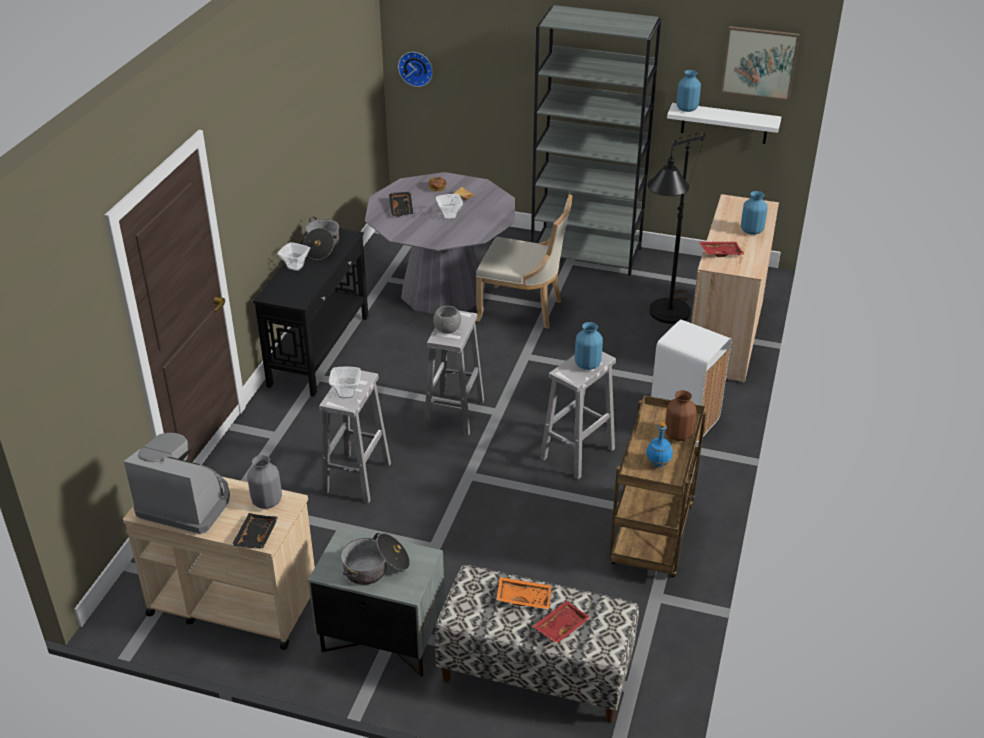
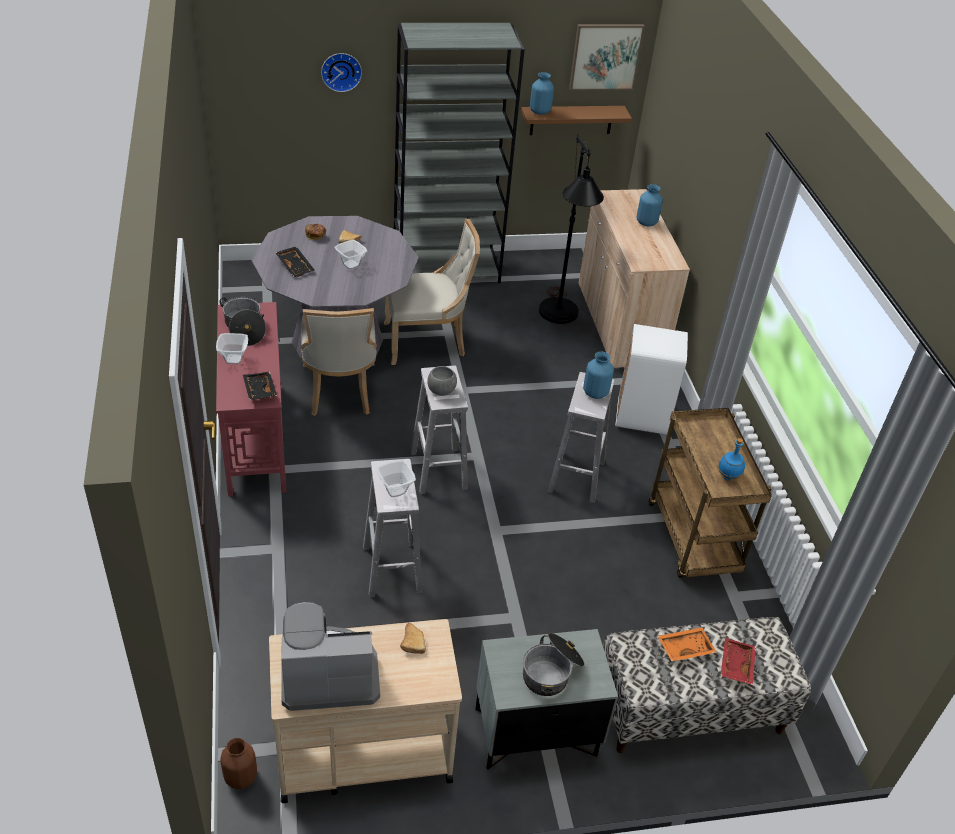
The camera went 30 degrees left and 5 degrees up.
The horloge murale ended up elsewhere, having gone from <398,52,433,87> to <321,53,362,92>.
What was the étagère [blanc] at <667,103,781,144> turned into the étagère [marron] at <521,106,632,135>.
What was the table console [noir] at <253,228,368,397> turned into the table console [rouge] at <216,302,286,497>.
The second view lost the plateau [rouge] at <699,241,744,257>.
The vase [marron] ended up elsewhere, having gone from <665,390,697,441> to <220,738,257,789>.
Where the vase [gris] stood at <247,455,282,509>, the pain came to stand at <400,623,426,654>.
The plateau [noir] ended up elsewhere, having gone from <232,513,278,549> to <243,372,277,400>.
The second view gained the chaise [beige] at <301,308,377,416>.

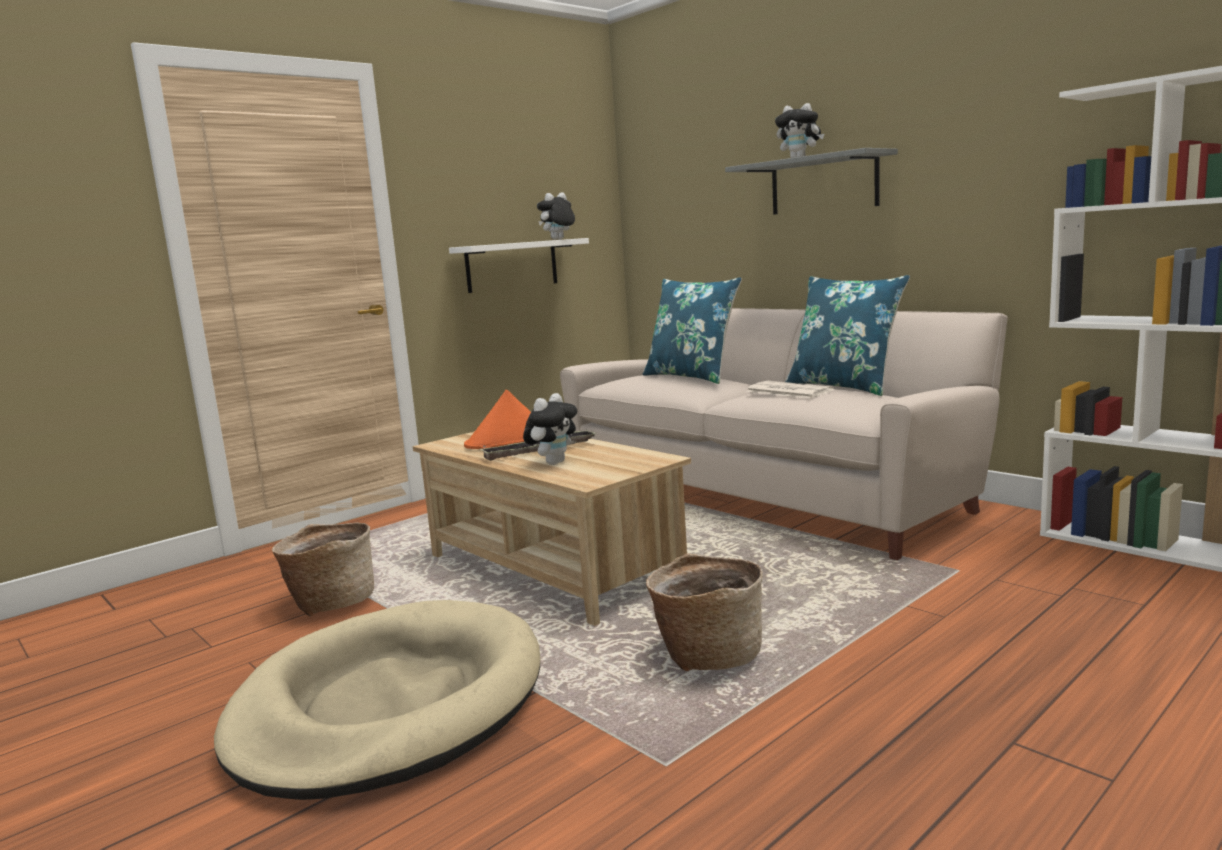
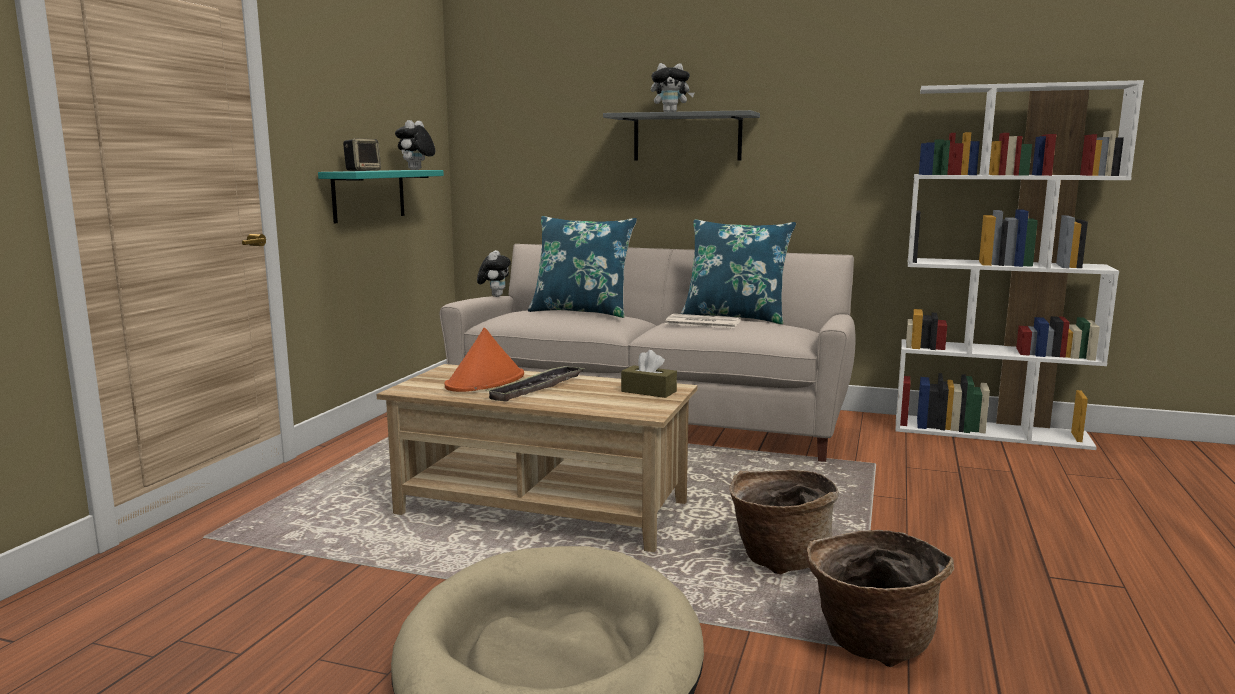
The camera went 30 degrees left and 0 degrees up.
What was the étagère [blanc] at <449,238,589,293> turned into the étagère [turquoise] at <318,170,444,224>.
The peluche ended up elsewhere, having gone from <523,393,577,465> to <477,250,511,297>.
The panier ended up elsewhere, having gone from <272,522,374,617> to <806,530,954,667>.
The second view gained the enceinte at <343,138,381,171>.
The second view gained the boîte à mouchoirs [marron] at <621,350,677,398>.

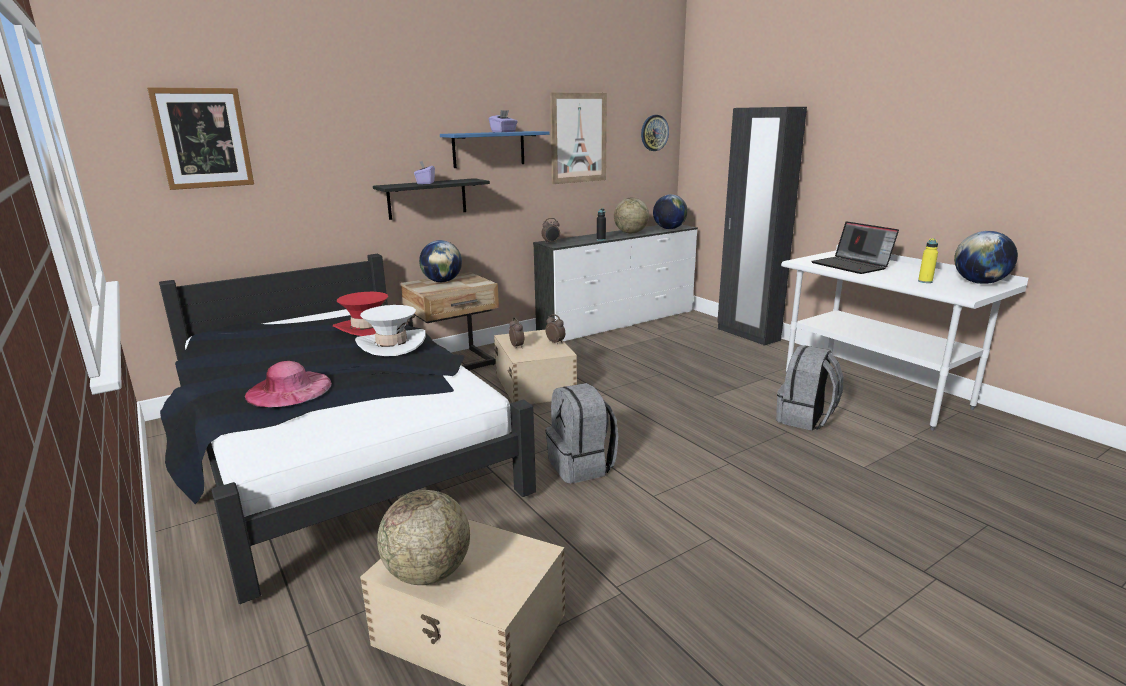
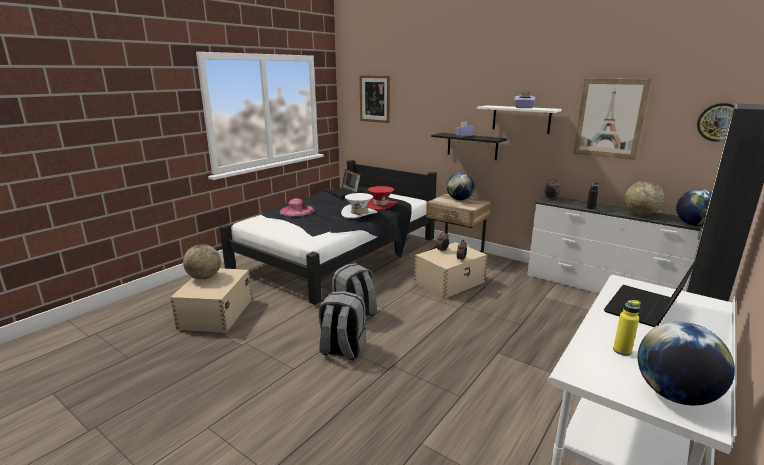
The camera went 70 degrees right and 0 degrees up.
What was the étagère [bleu] at <440,131,550,168> turned into the étagère [blanc] at <477,105,562,134>.
The sac à dos [gris] ended up elsewhere, having gone from <776,345,844,431> to <319,291,366,360>.
The second view gained the ordinateur portable at <325,169,361,198>.

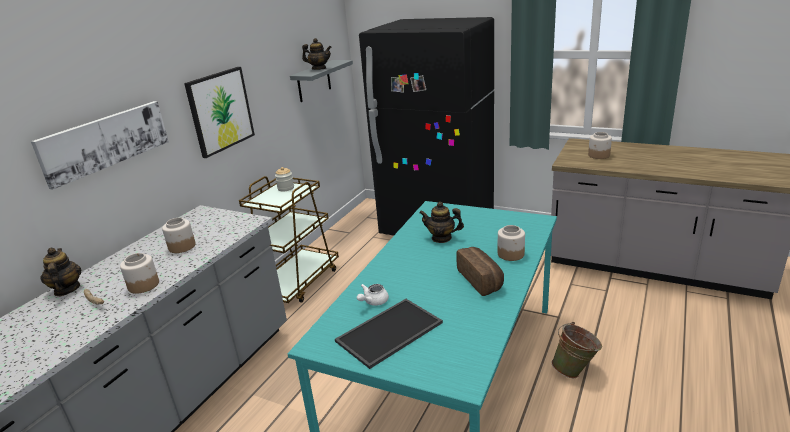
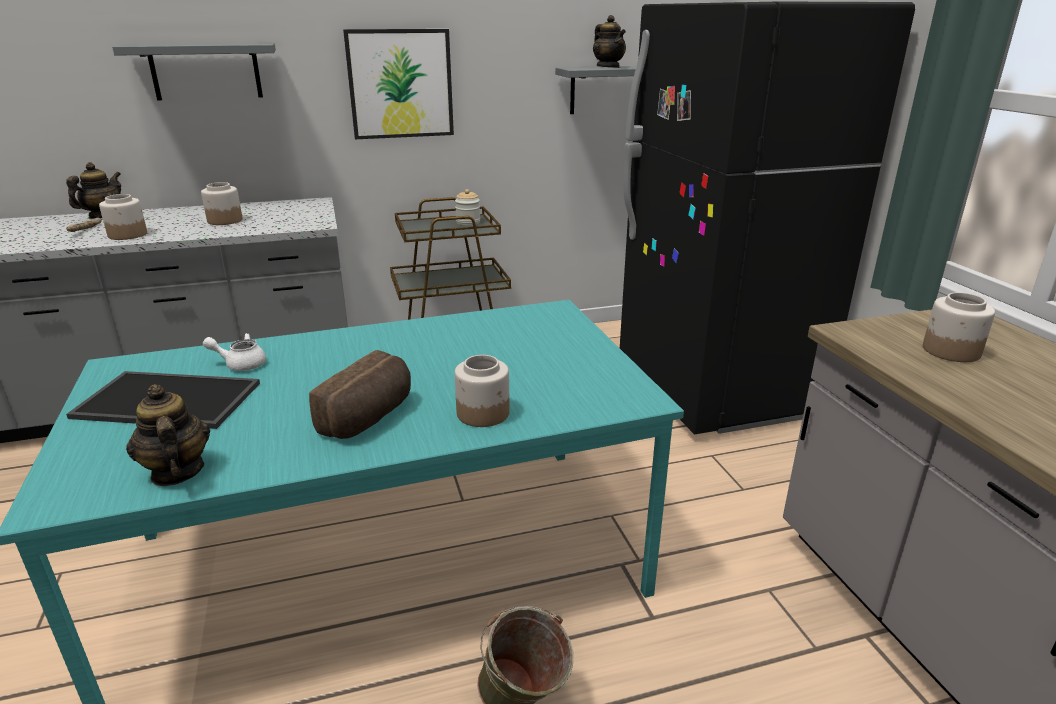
The camera went 45 degrees right and 0 degrees up.
Where the tableau hung at <31,101,169,190>, the étagère [gris] came to hang at <112,43,276,100>.
The théière ended up elsewhere, having gone from <419,202,464,243> to <126,384,210,486>.

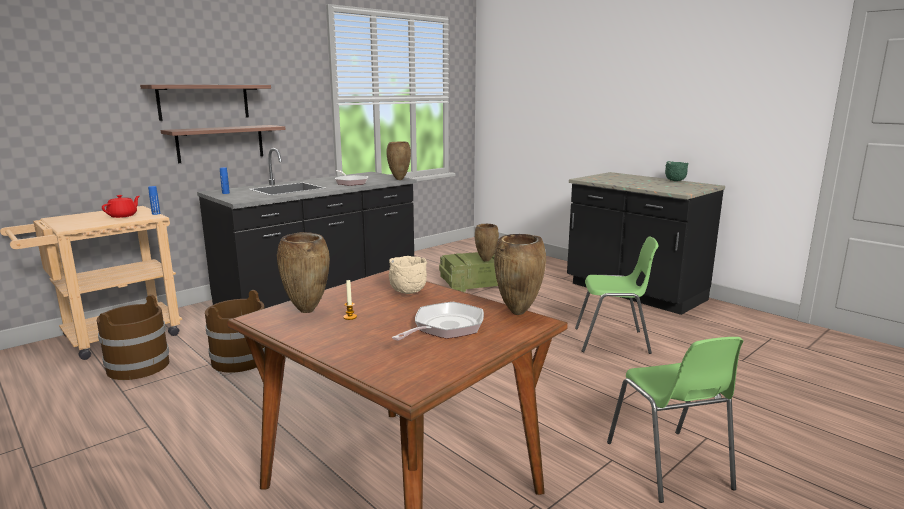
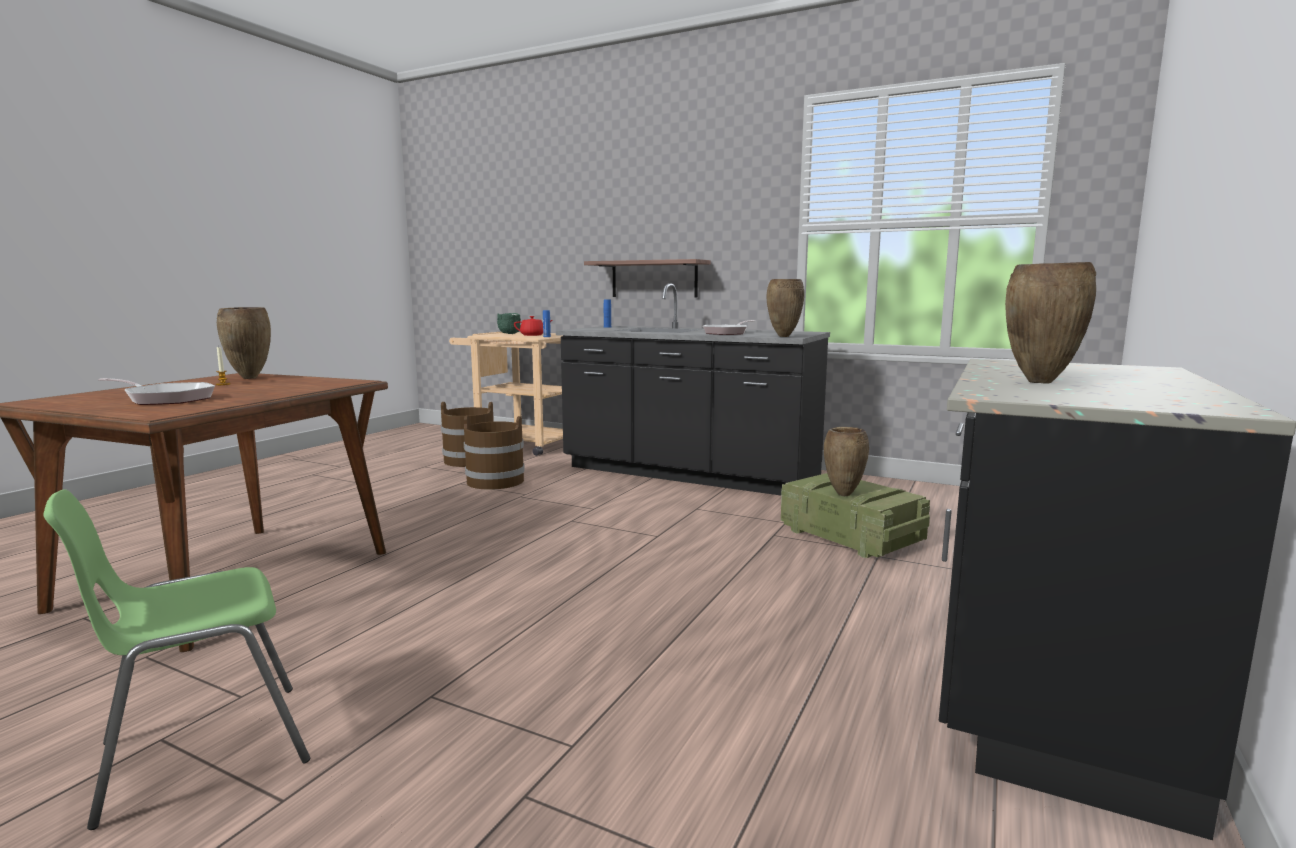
The camera went 70 degrees right and 5 degrees down.
The second view lost the étagère at <140,85,271,121>.
The bol [vert] ended up elsewhere, having gone from <665,161,688,181> to <497,313,521,334>.
The vase [marron] ended up elsewhere, having gone from <494,234,546,315> to <1005,262,1096,384>.
The second view lost the chaise [vert] at <575,236,659,354>.
The second view lost the bol [beige] at <389,256,427,294>.

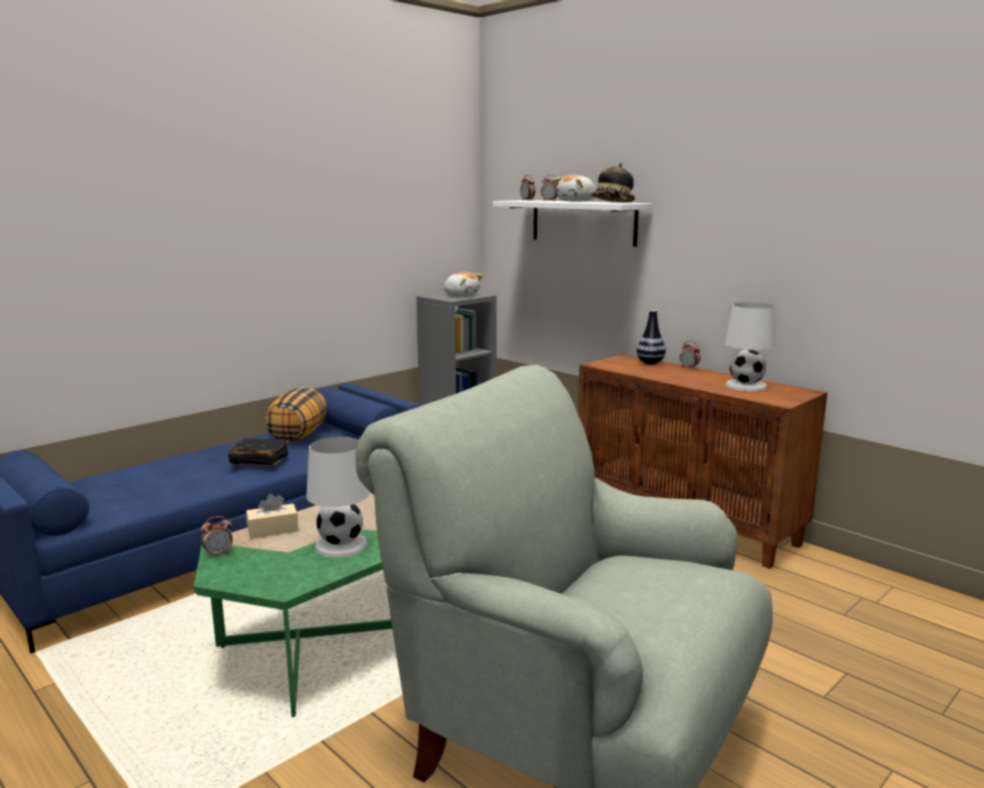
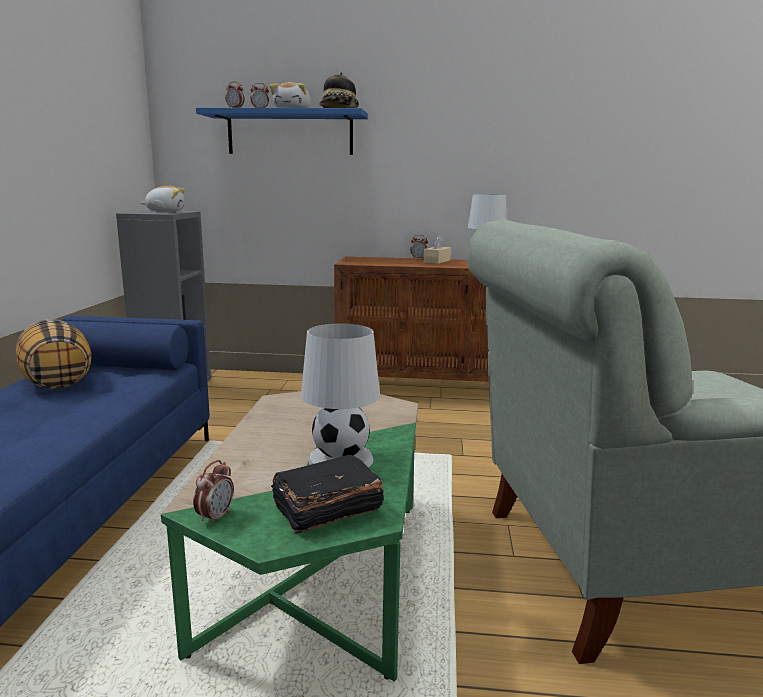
The camera went 40 degrees left and 0 degrees up.
What was the étagère [blanc] at <493,200,652,247> turned into the étagère [bleu] at <196,108,368,155>.
The second view lost the vase at <636,310,666,365>.
The livre [noir] ended up elsewhere, having gone from <228,438,289,467> to <271,455,384,534>.
The boîte à mouchoirs [beige] ended up elsewhere, having gone from <246,493,298,539> to <424,235,451,264>.

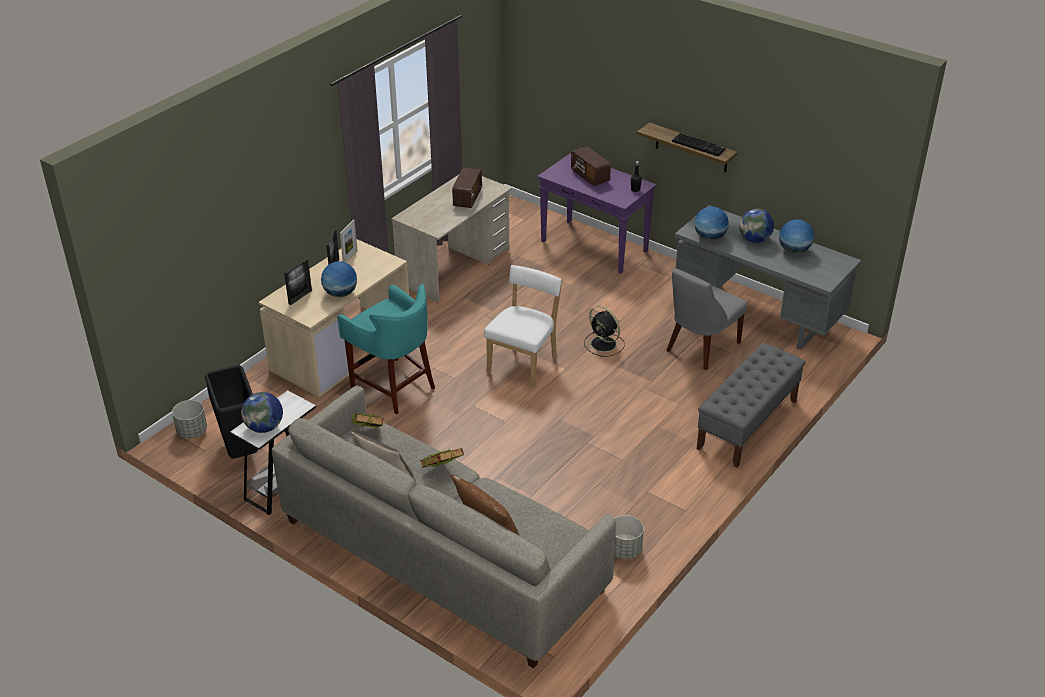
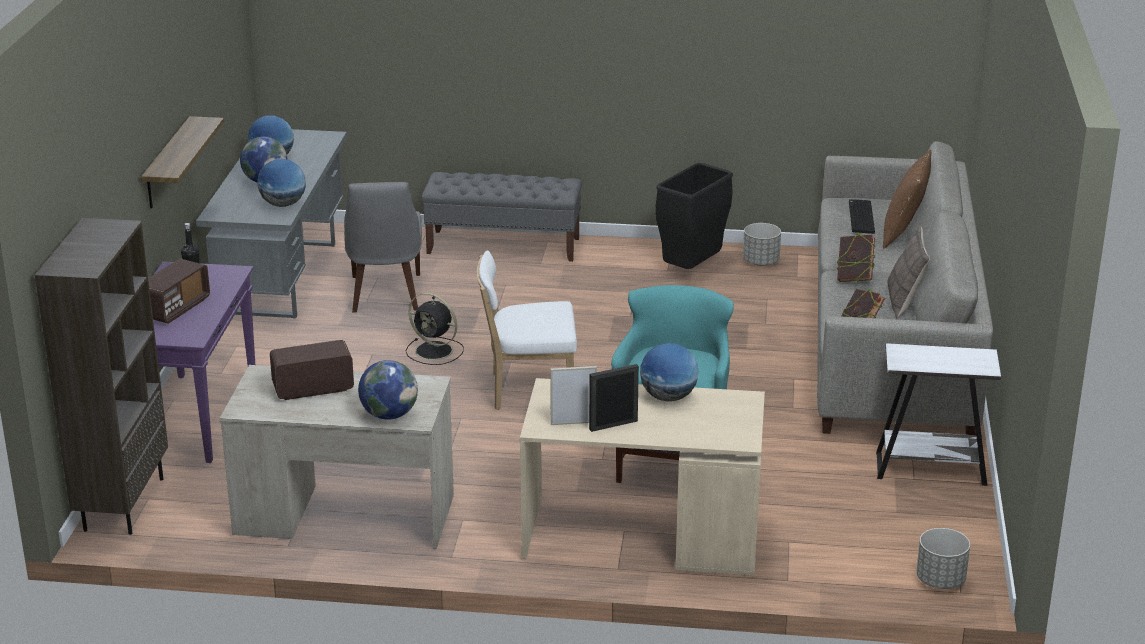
The camera went 120 degrees left and 10 degrees down.
The clavier ended up elsewhere, having gone from <672,133,726,156> to <849,199,875,234>.
The second view lost the cadre photo at <284,258,312,305>.
The chaise [gris] at <666,268,747,370> ended up facing another way, 75 degrees clockwise from before.
The ventilateur [noir] at <584,306,625,357> ended up facing another way, 105 degrees clockwise from before.
The poubelle [noir] ended up elsewhere, having gone from <205,365,258,459> to <656,163,733,269>.
The globe ended up elsewhere, having gone from <241,392,283,433> to <358,360,418,420>.
The second view gained the bibliothèque [marron] at <35,218,168,535>.

